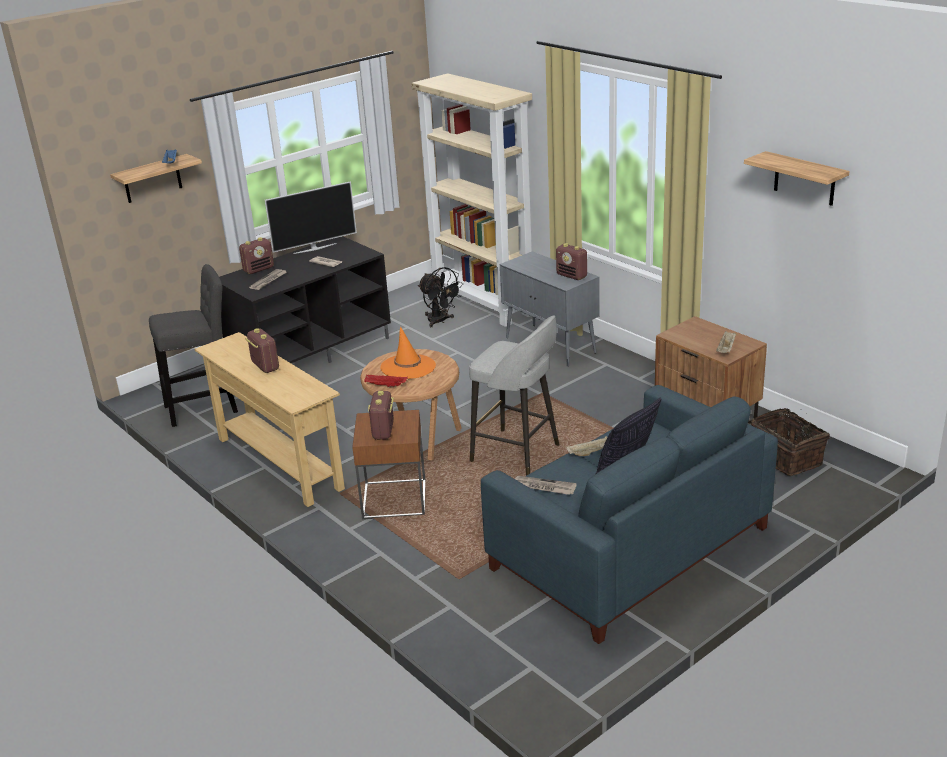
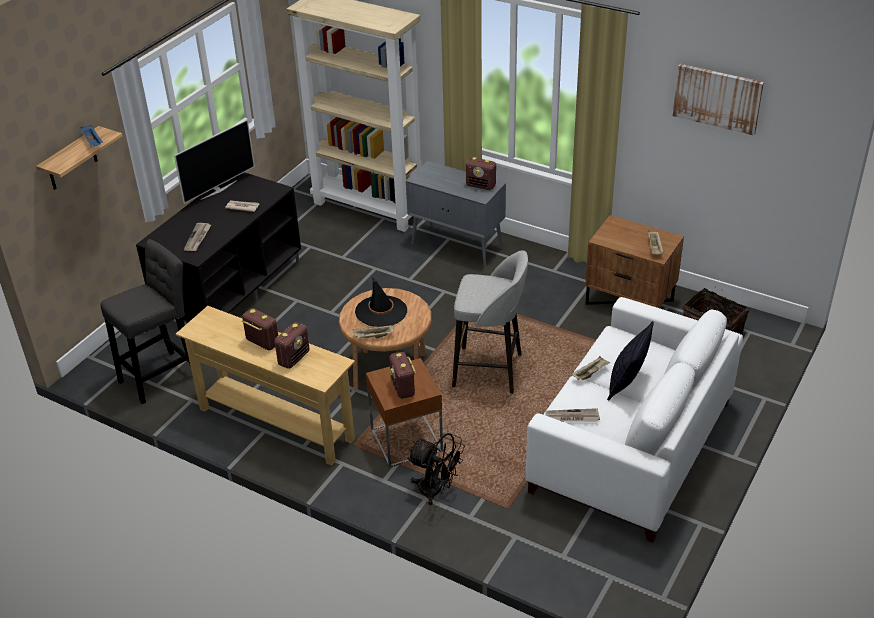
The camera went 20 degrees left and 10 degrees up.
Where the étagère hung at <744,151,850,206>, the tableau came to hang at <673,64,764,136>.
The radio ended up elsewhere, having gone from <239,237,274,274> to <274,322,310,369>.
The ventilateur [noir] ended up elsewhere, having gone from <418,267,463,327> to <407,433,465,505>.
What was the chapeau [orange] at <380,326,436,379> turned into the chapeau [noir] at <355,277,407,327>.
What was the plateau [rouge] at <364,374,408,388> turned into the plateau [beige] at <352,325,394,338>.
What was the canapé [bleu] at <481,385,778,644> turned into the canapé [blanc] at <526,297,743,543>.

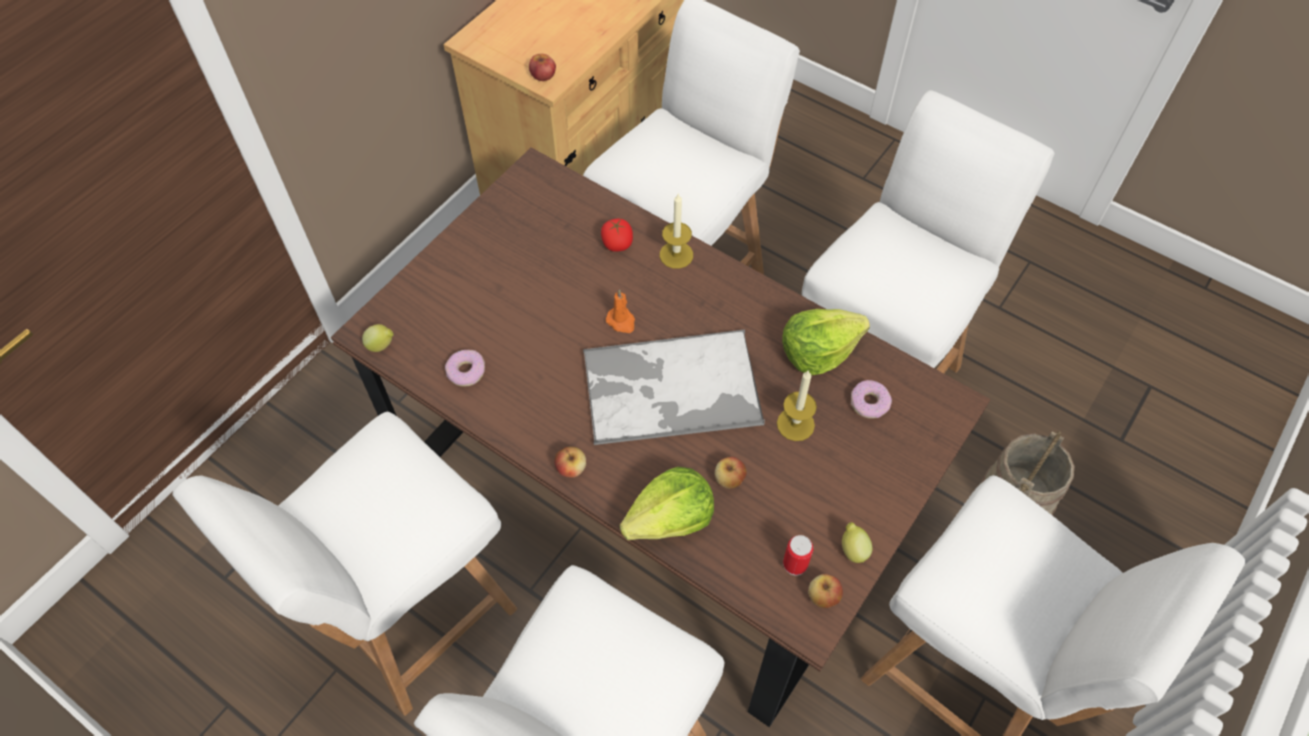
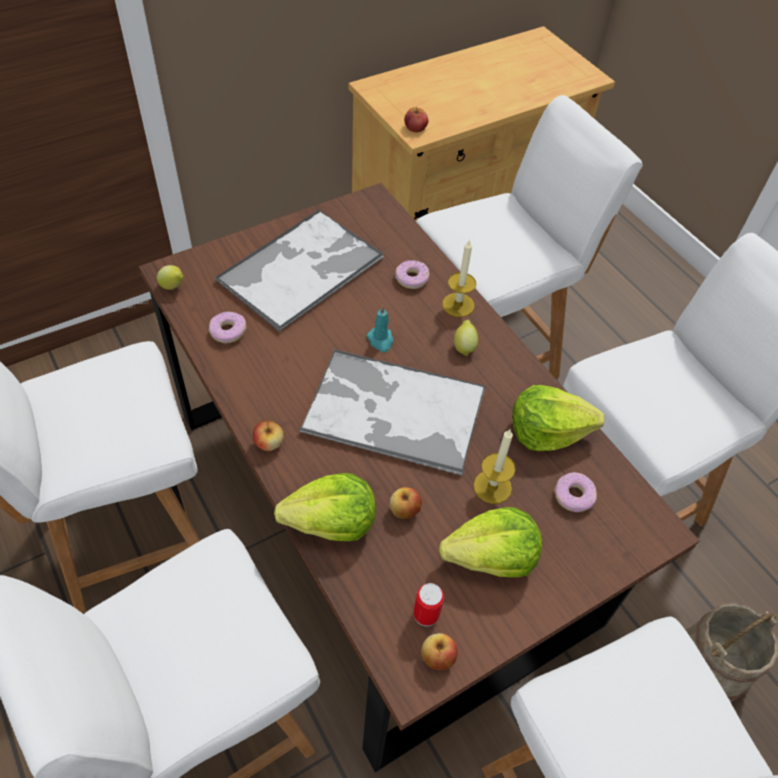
The camera went 20 degrees right and 5 degrees down.
Where the tomate stood at <601,218,633,252>, the beignet came to stand at <395,260,429,289>.
What was the bougie [orange] at <606,289,635,333> turned into the bougie [turquoise] at <367,305,393,352>.
The citron ended up elsewhere, having gone from <842,522,872,563> to <454,320,478,356>.
The second view gained the plateau at <215,209,384,333>.
The second view gained the laitue at <439,507,542,577>.

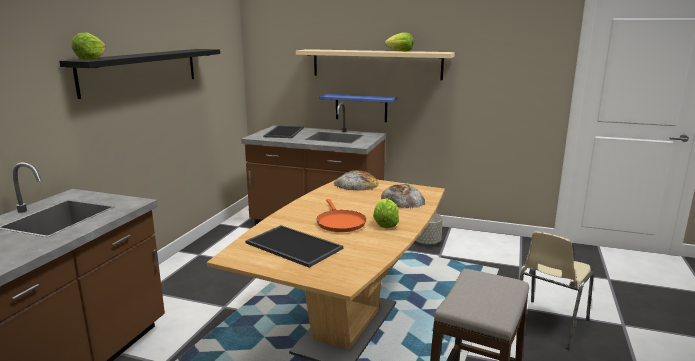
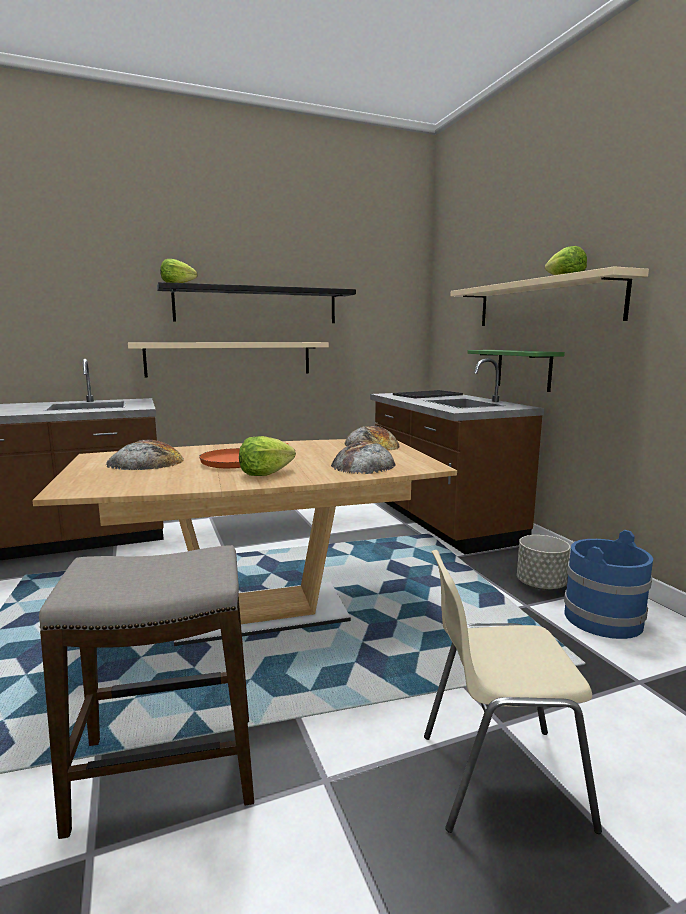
The camera went 50 degrees right and 5 degrees down.
What was the étagère [bleu] at <319,94,397,122> turned into the étagère [vert] at <467,350,565,392>.
Where the plateau stood at <246,225,343,268>, the pain came to stand at <106,440,184,470>.
The second view gained the étagère [beige] at <128,342,329,377>.
The second view gained the seau [bleu] at <564,530,653,639>.

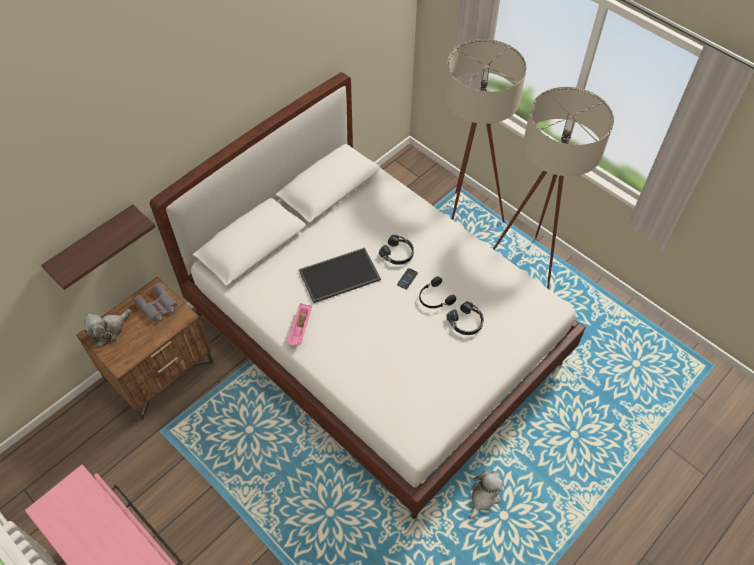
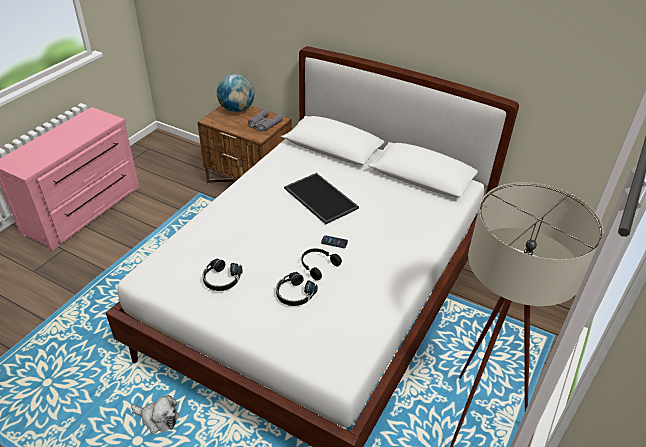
The camera went 75 degrees right and 15 degrees down.
The second view lost the lampadaire [beige] at <445,39,527,223>.
The second view lost the étagère at <41,204,155,290>.
The casque audio [noir] ended up elsewhere, having gone from <379,235,414,265> to <203,259,243,291>.
The second view lost the plateau [rose] at <286,303,312,346>.
Where the peluche stood at <84,309,131,347>, the globe came to stand at <217,74,254,113>.

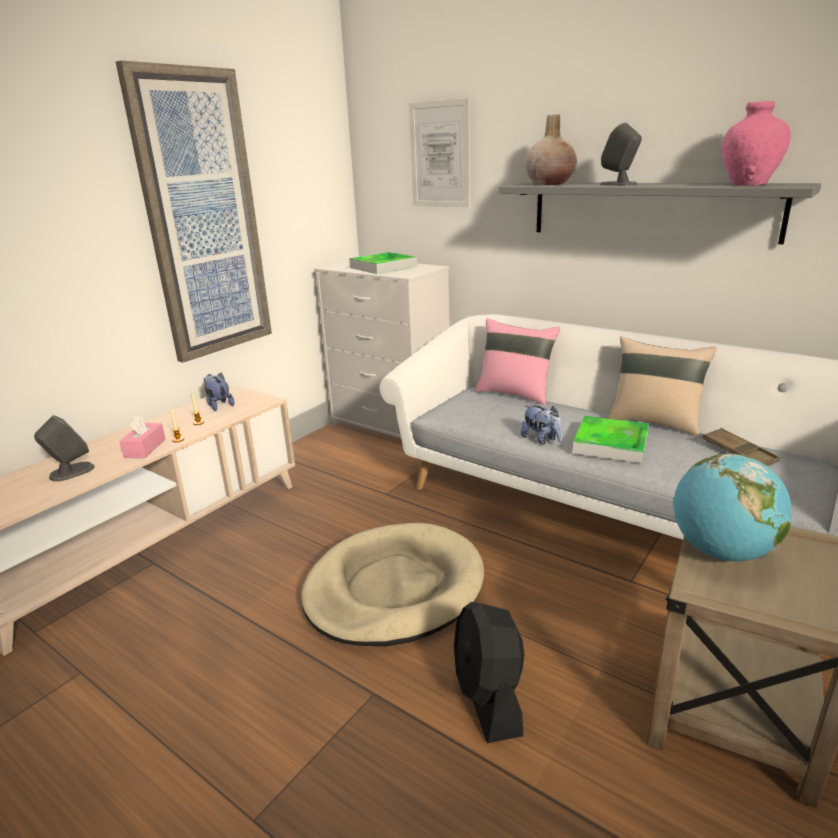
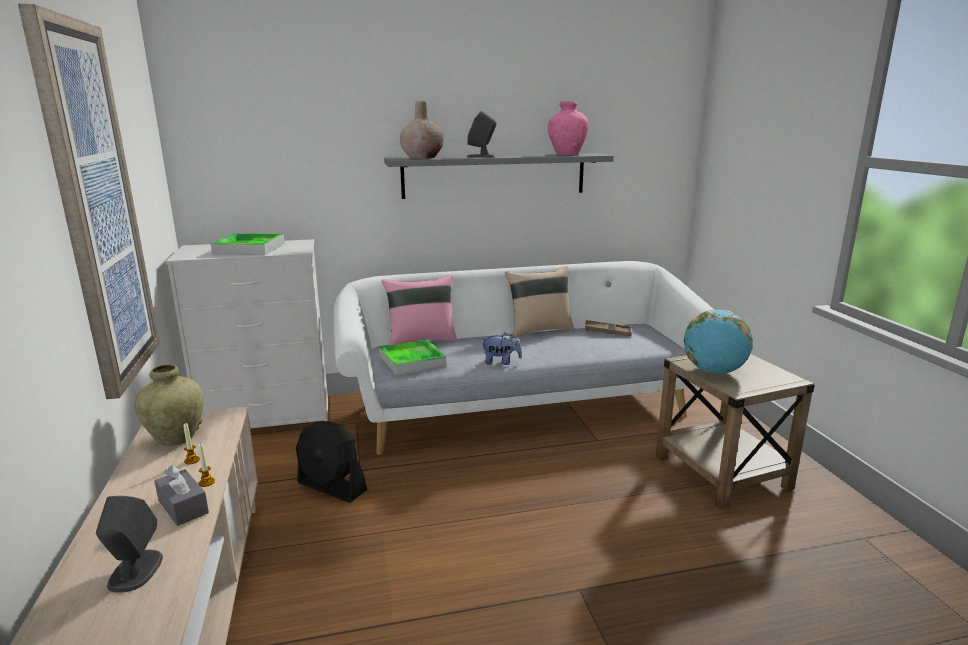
The camera went 50 degrees left and 5 degrees down.
The second view lost the tableau at <409,98,470,208>.
Where the peluche stood at <204,373,235,411>, the vase [beige] came to stand at <135,364,204,446>.
What was the boîte à mouchoirs [rose] at <119,415,166,458> turned into the boîte à mouchoirs [gris] at <154,465,209,526>.
The plateau ended up elsewhere, having gone from <573,416,649,463> to <379,339,446,375>.
The second view lost the panier pour chien [beige] at <301,523,484,647>.
The ventilateur [noir] ended up elsewhere, having gone from <454,602,524,743> to <296,421,367,503>.

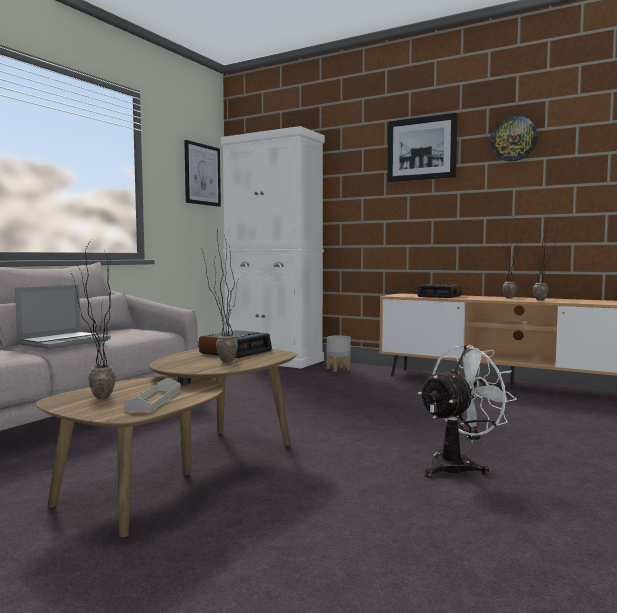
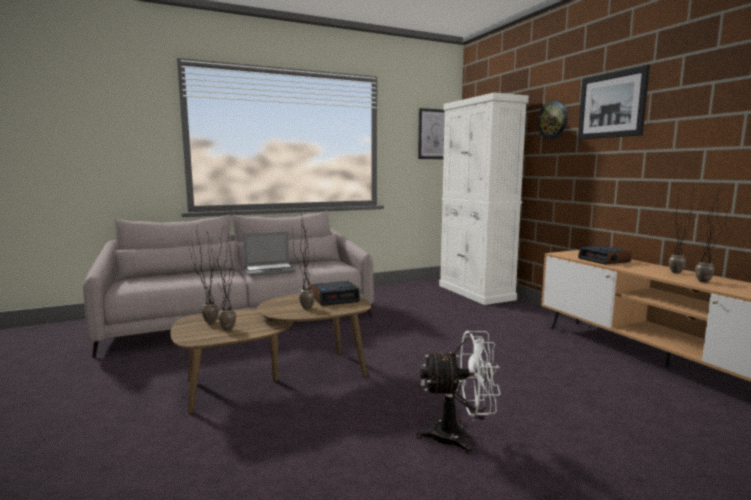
The camera went 35 degrees right and 5 degrees up.
The horloge murale ended up elsewhere, having gone from <490,115,538,162> to <537,101,568,139>.
The second view lost the cache-pot [gris] at <327,336,351,372>.
Where the plateau [gris] stood at <124,378,181,412>, the plante en pot came to stand at <214,233,236,331>.

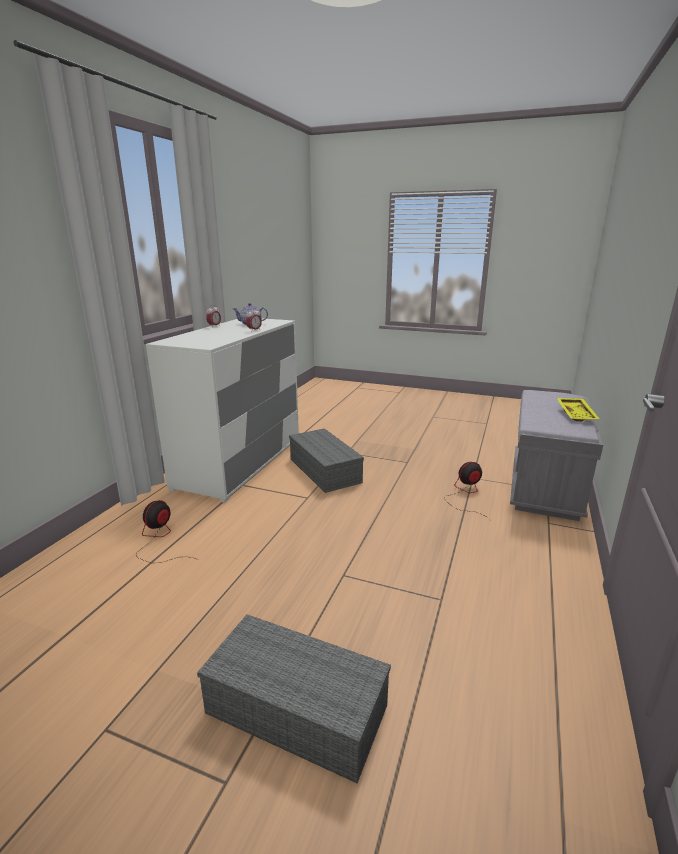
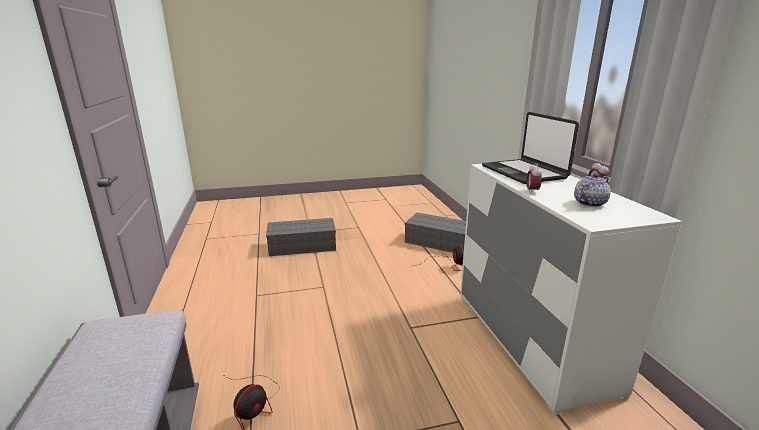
The camera went 145 degrees right and 0 degrees up.
The second view lost the plateau [jaune] at <557,398,600,422>.
The boîte de rangement [gris] ended up elsewhere, having gone from <289,428,364,493> to <405,213,466,253>.
The second view gained the ordinateur portable at <482,112,579,184>.

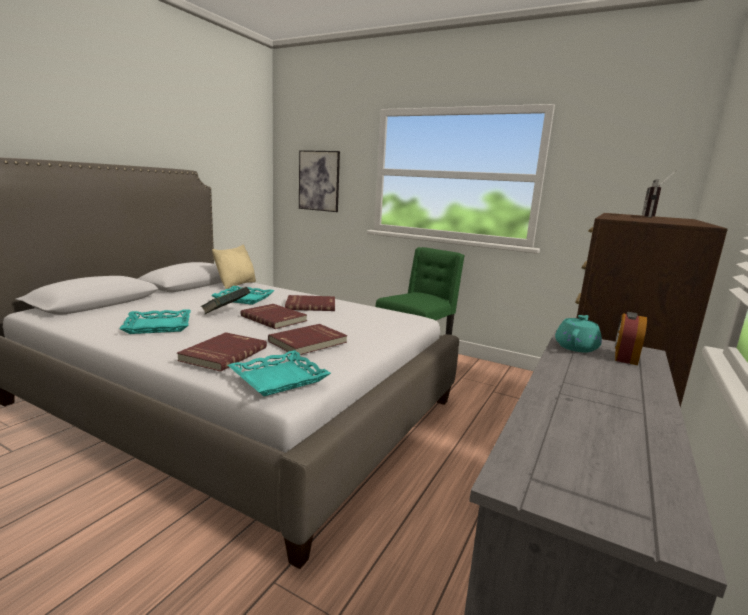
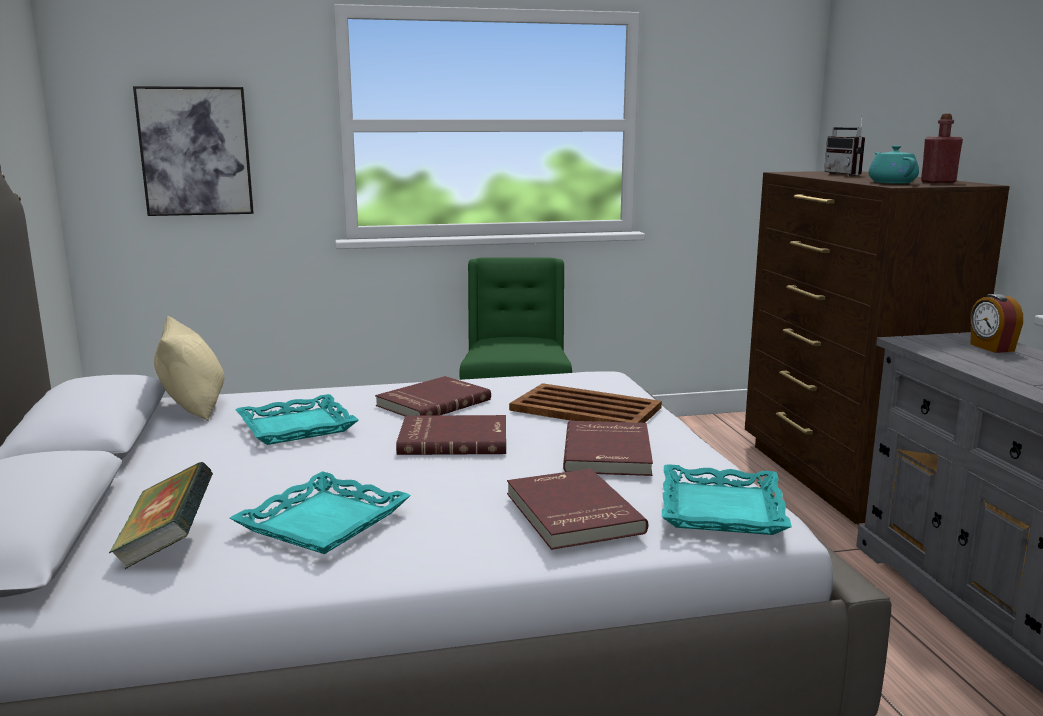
The camera went 40 degrees left and 0 degrees up.
The livre ended up elsewhere, having gone from <201,287,250,314> to <109,462,213,569>.
The théière [turquoise] ended up elsewhere, having gone from <555,315,602,353> to <868,145,919,184>.
The second view gained the bouteille [rouge] at <921,114,963,183>.
The second view gained the plateau [marron] at <509,383,662,423>.

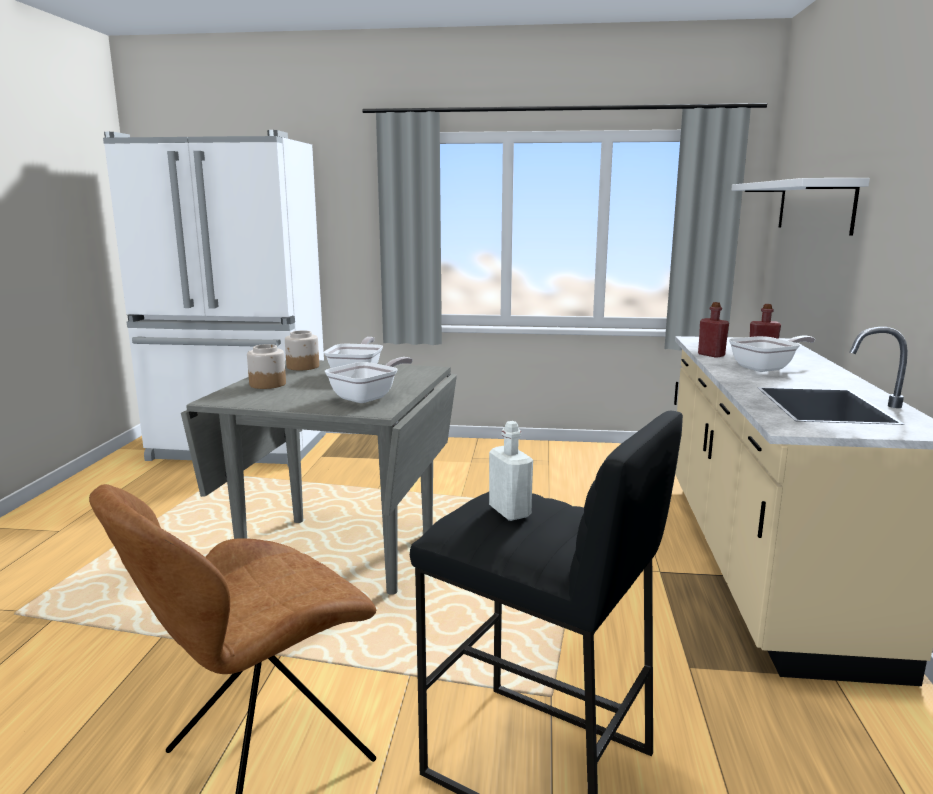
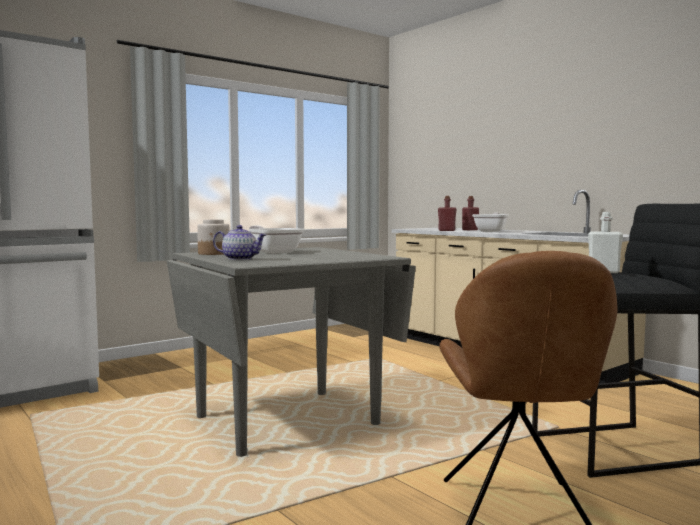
The camera went 45 degrees left and 10 degrees down.
The second view lost the étagère [blanc] at <731,178,870,236>.
Where the bocal stood at <247,344,286,389>, the théière came to stand at <213,225,266,260>.
The second view lost the poêle at <325,357,413,403>.

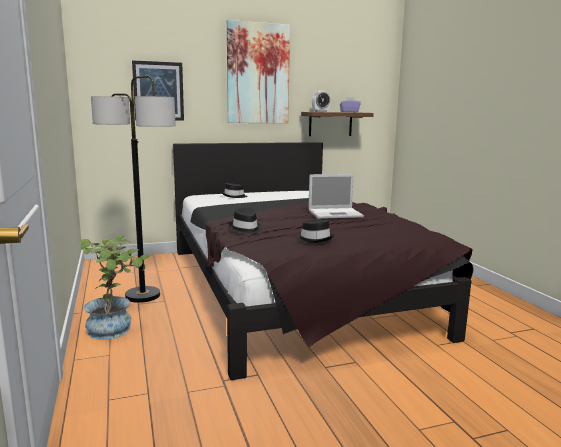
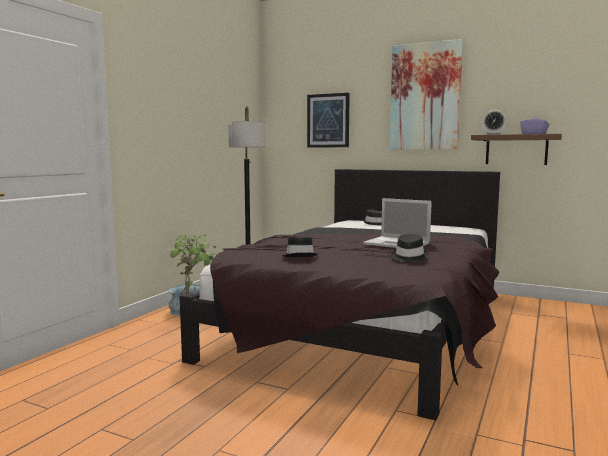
The camera went 45 degrees right and 5 degrees down.
The chapeau [noir] ended up elsewhere, having gone from <229,208,262,234> to <391,234,429,262>.

